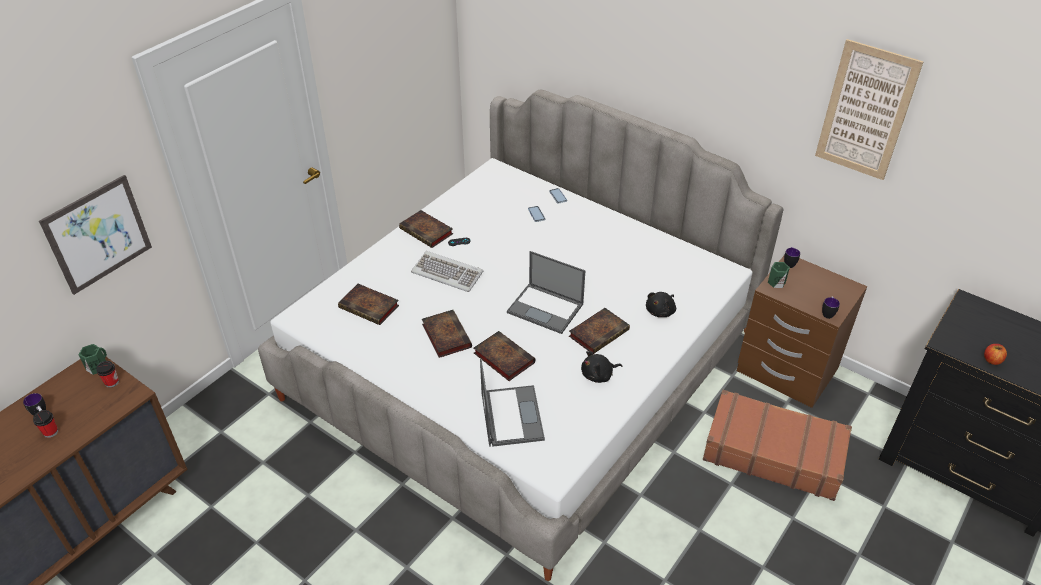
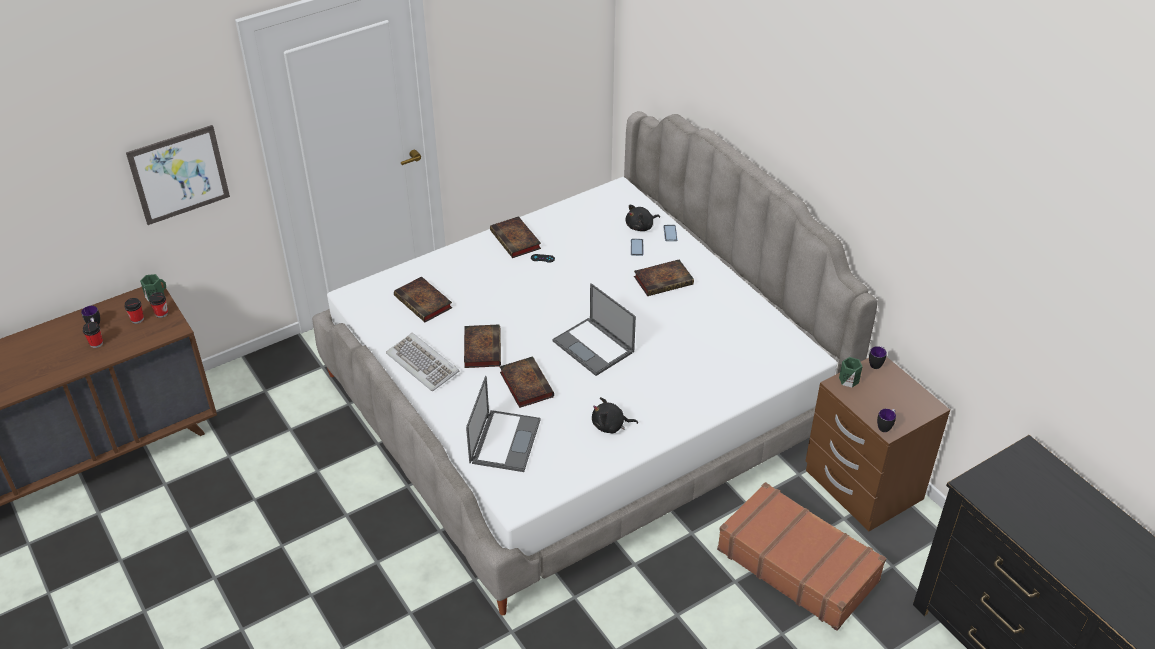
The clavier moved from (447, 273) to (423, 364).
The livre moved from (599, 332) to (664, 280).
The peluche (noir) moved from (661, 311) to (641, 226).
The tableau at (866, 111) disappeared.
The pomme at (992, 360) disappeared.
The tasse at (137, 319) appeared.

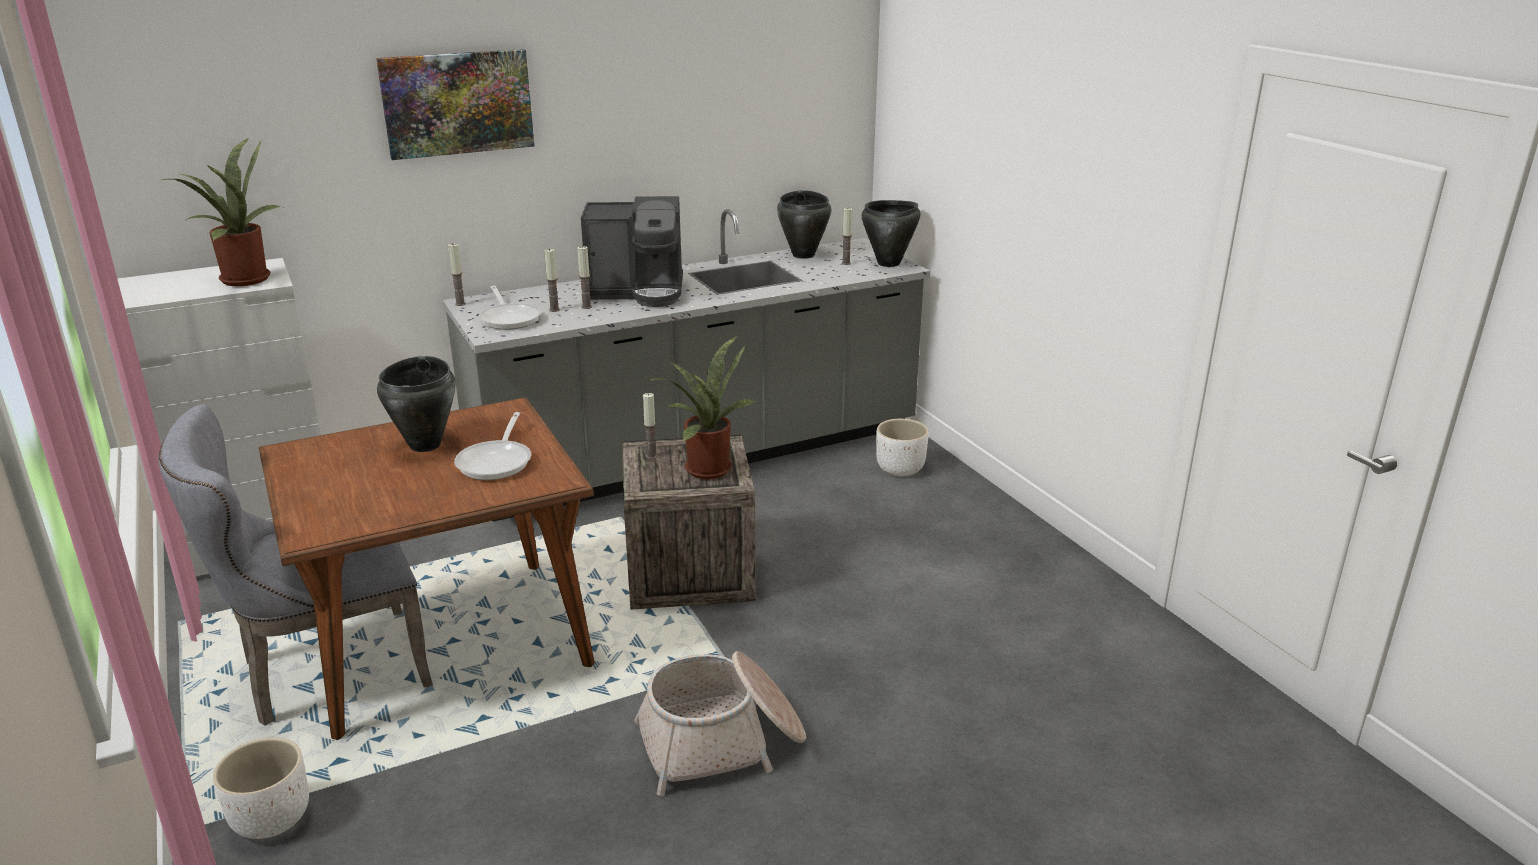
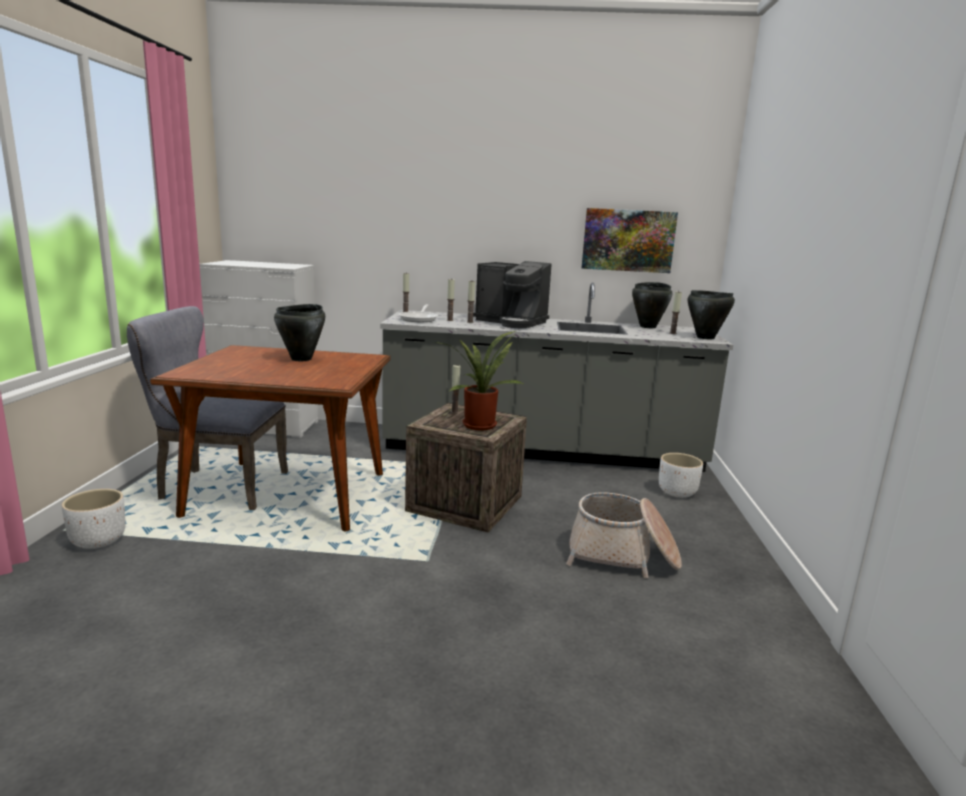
The plante en pot at (242, 279) disappeared.
The tableau moved from (457, 103) to (628, 240).
The poêle at (497, 461) disappeared.
The panier moved from (722, 742) to (622, 555).

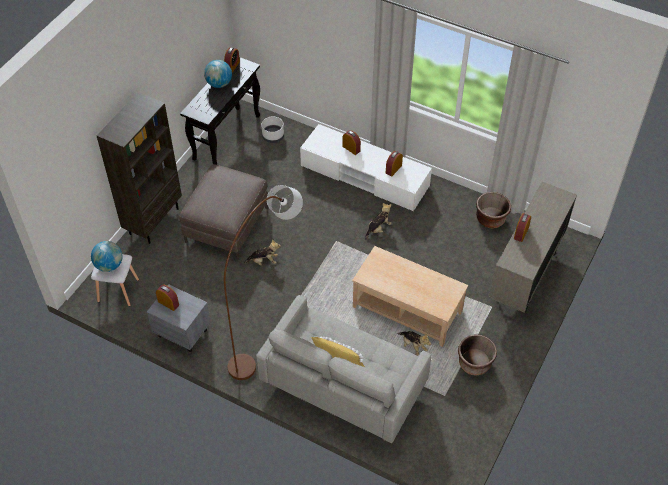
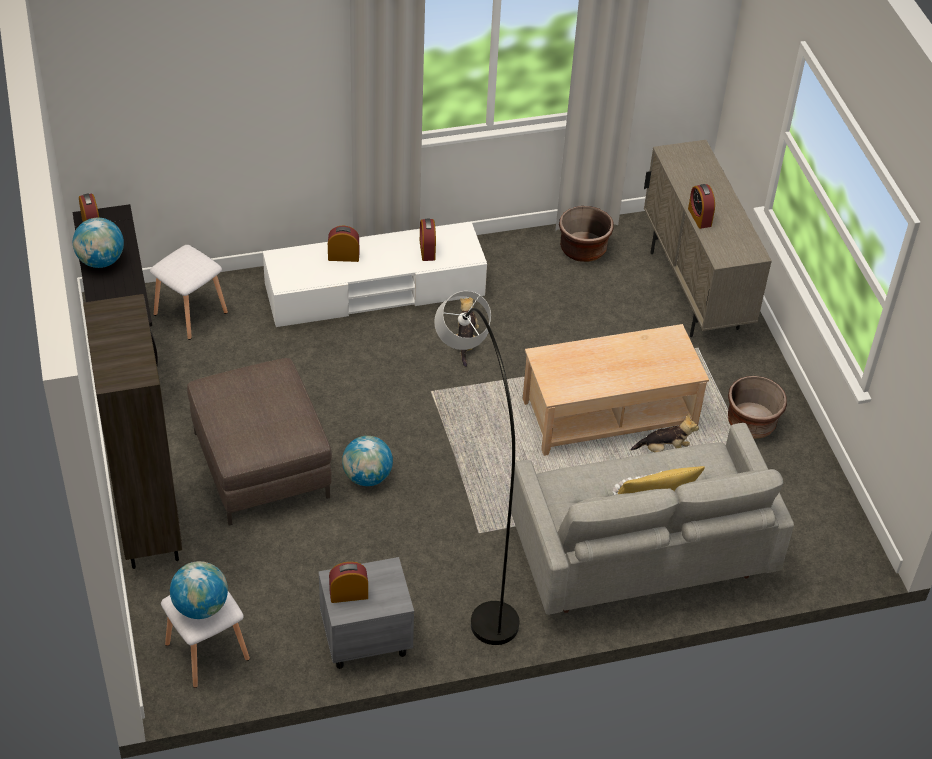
The lampadaire (marron) at (269, 328) became the lampadaire (gris) at (471, 553).
The peluche at (264, 261) was replaced by the globe at (367, 477).
The cache-pot (blanc) at (273, 136) was replaced by the tabouret (blanc) at (192, 313).

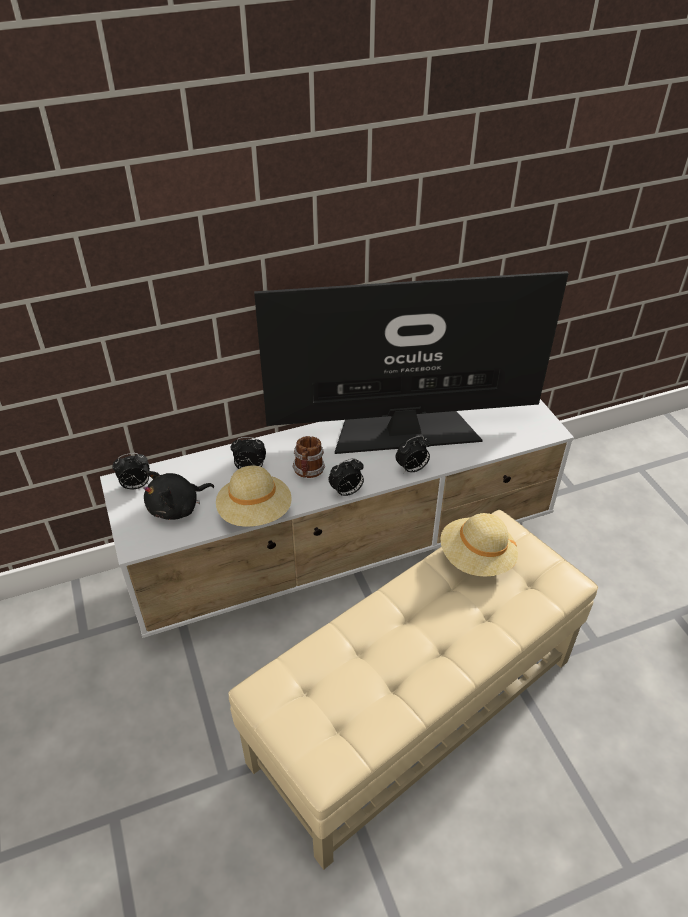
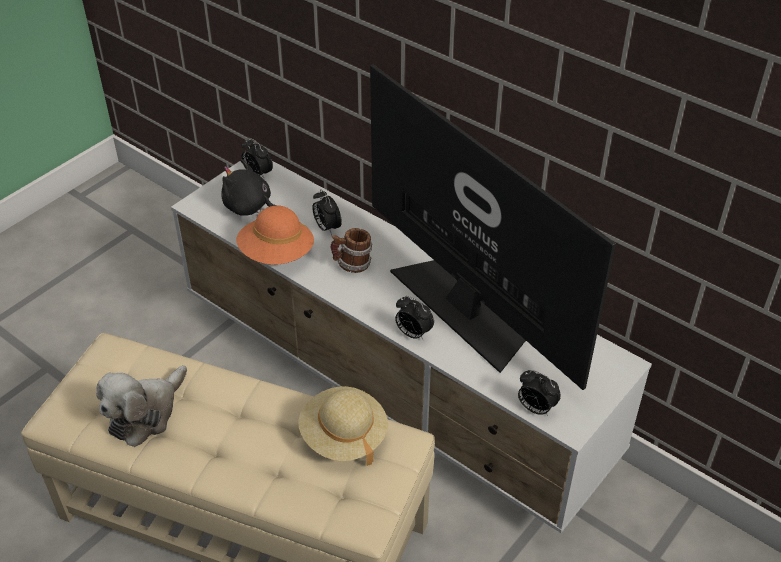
The chapeau (beige) at (255, 513) became the chapeau (orange) at (276, 254).
The réveil moved from (346, 492) to (535, 408).
The peluche at (145, 413) appeared.

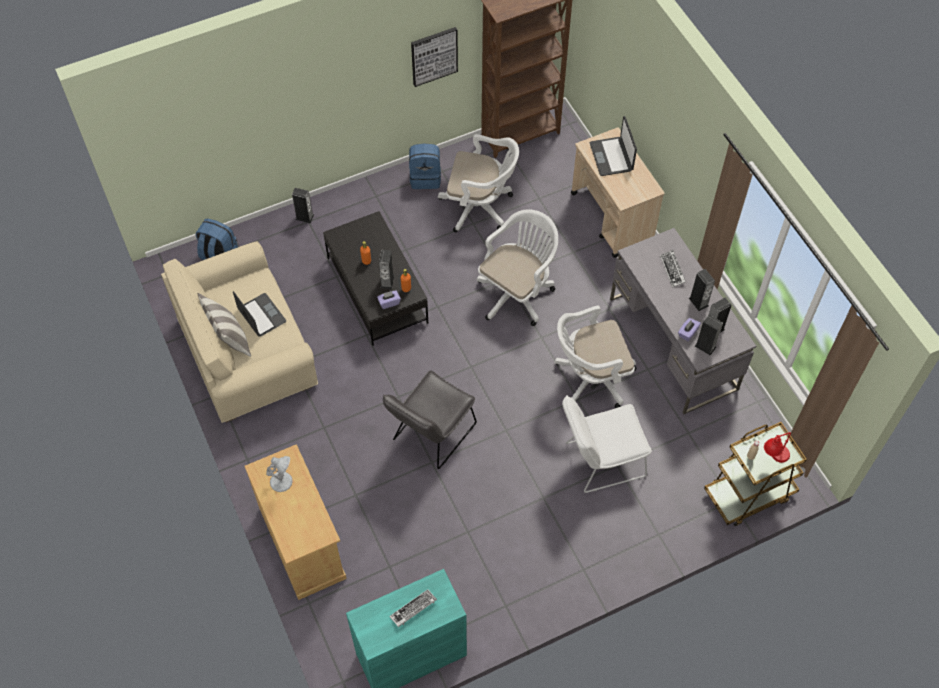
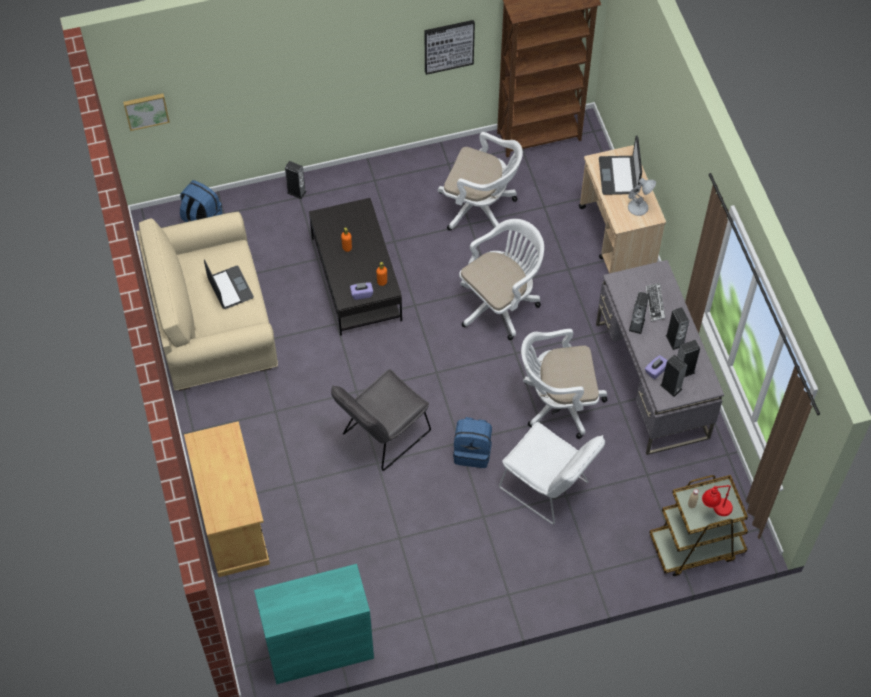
The coussin at (229, 339) disappeared.
The lampe de table (blanc) moved from (282, 481) to (639, 207).
The enceinte moved from (387, 281) to (637, 325).
The clavier at (413, 609) disappeared.
The sac à dos (bleu) moved from (425, 177) to (472, 451).
The chaise (blanc) at (599, 461) turned 135 degrees counterclockwise.
The tableau at (146, 110) appeared.

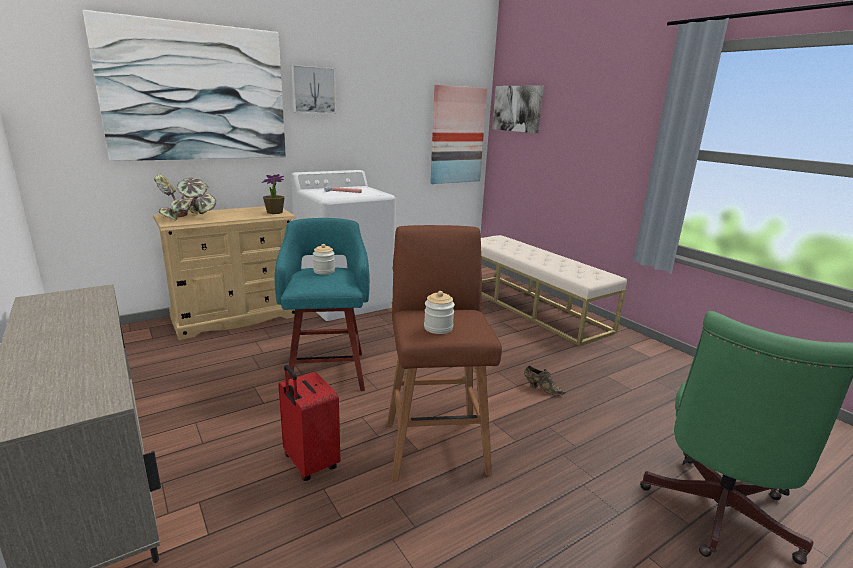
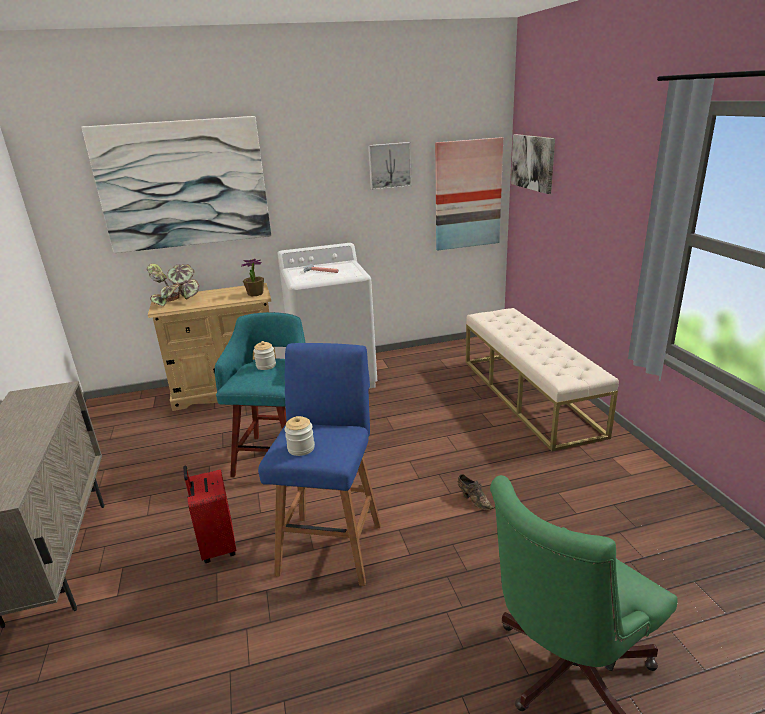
The tableau moved from (313, 90) to (389, 165).
The tabouret (marron) at (435, 444) became the tabouret (bleu) at (331, 546).

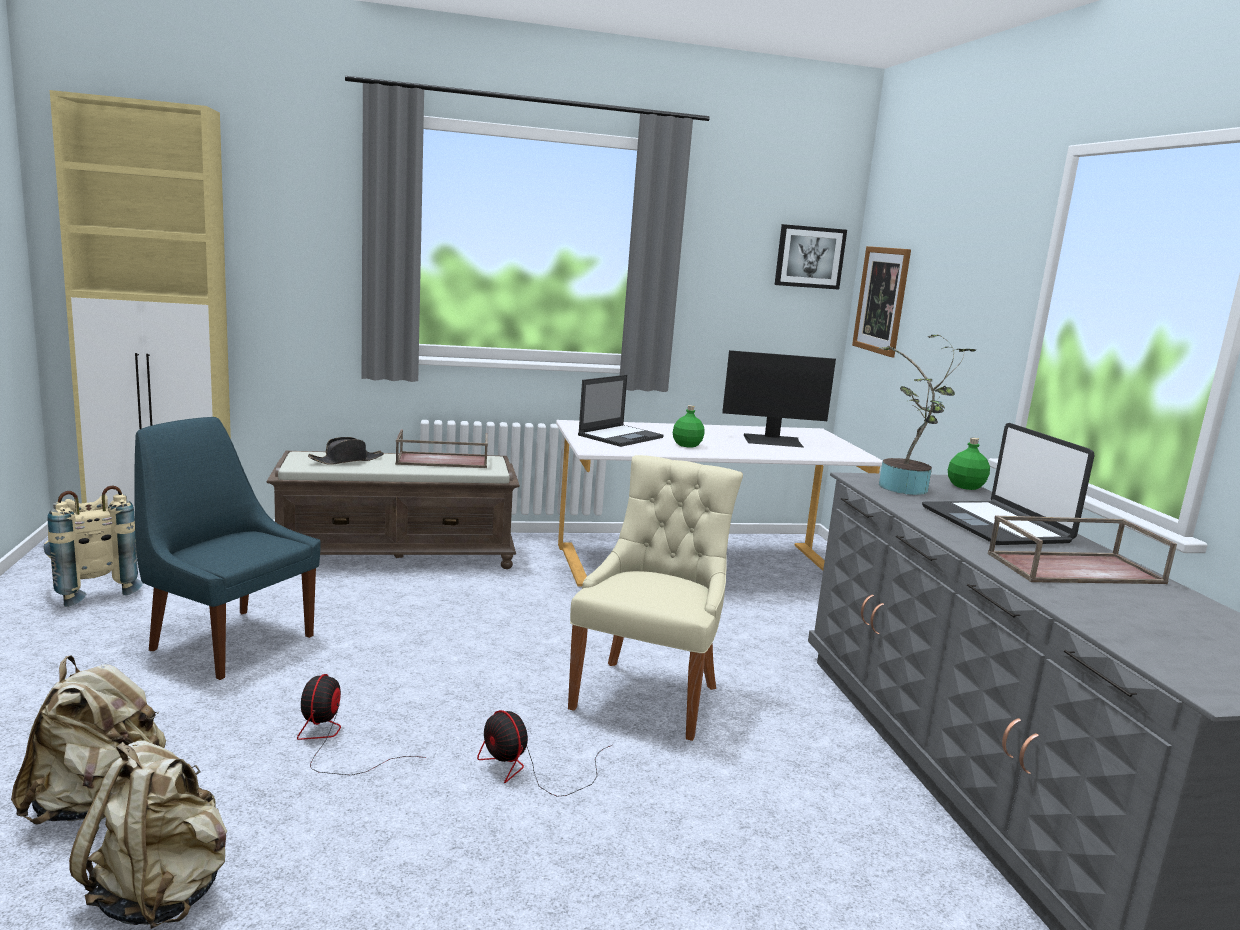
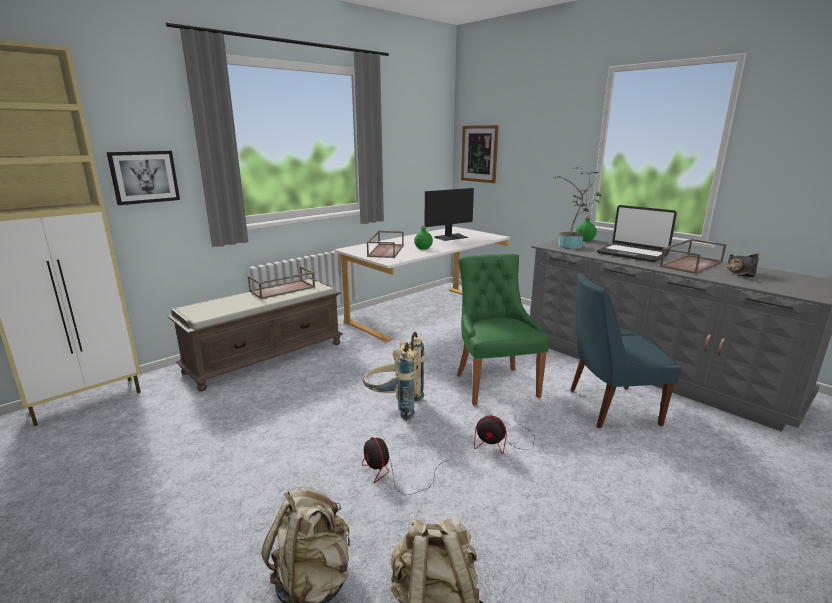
The sac à dos (beige) moved from (90, 590) to (394, 406).
The chaise (bleu) moved from (228, 641) to (609, 407).
The chapeau (noir) moved from (347, 460) to (740, 272).
The chaise (beige) at (648, 695) became the chaise (vert) at (495, 384).
The ordinateur portable at (621, 436) was replaced by the plateau (marron) at (385, 250).
The tableau moved from (809, 257) to (144, 177).

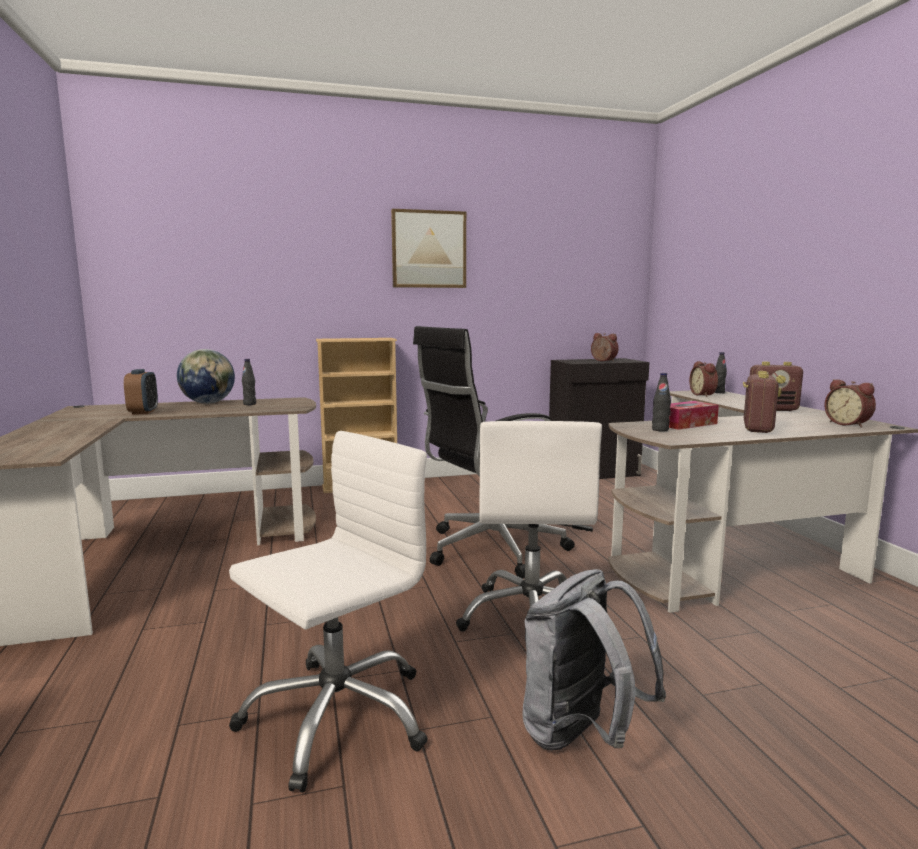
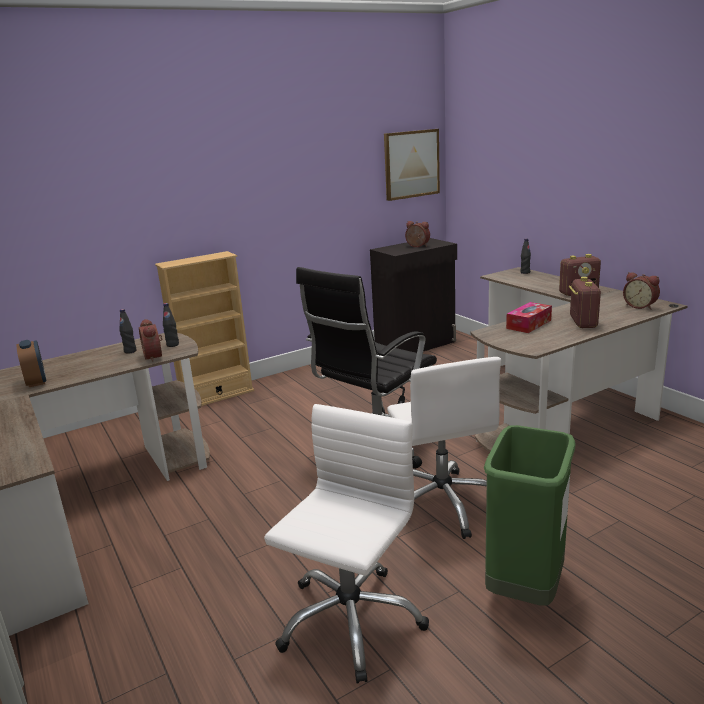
The globe at (208, 403) disappeared.
The tableau moved from (429, 249) to (411, 164).
The sac à dos (gris) at (581, 735) was replaced by the poubelle (vert) at (525, 589).
The bouteille (noir) moved from (660, 430) to (172, 345).
The réveil moved from (704, 395) to (155, 356).

